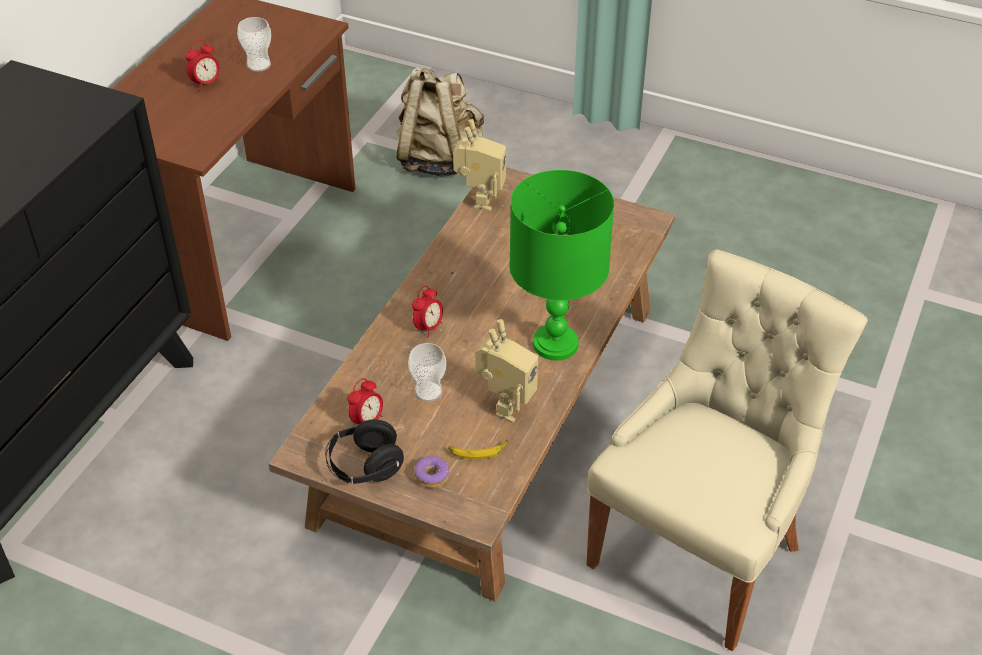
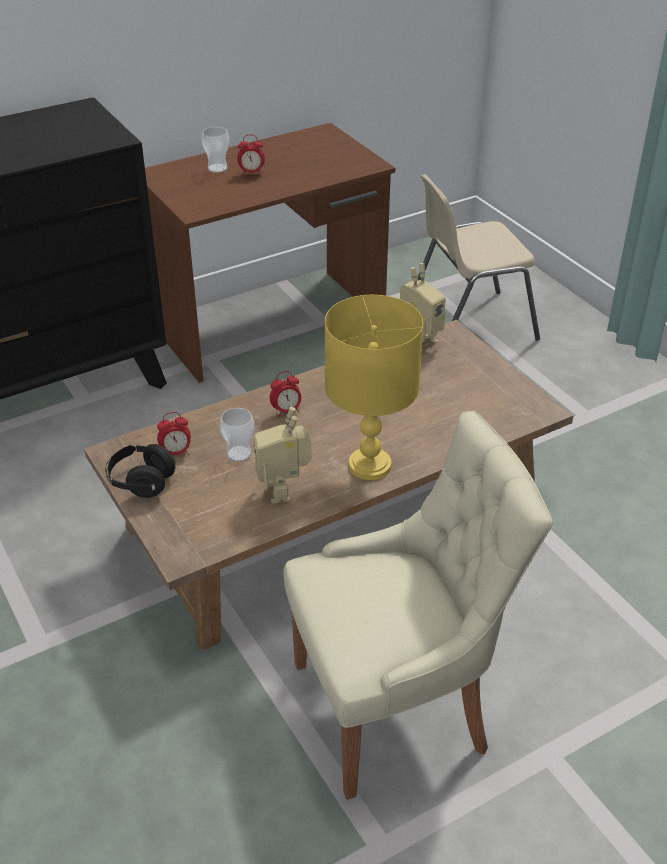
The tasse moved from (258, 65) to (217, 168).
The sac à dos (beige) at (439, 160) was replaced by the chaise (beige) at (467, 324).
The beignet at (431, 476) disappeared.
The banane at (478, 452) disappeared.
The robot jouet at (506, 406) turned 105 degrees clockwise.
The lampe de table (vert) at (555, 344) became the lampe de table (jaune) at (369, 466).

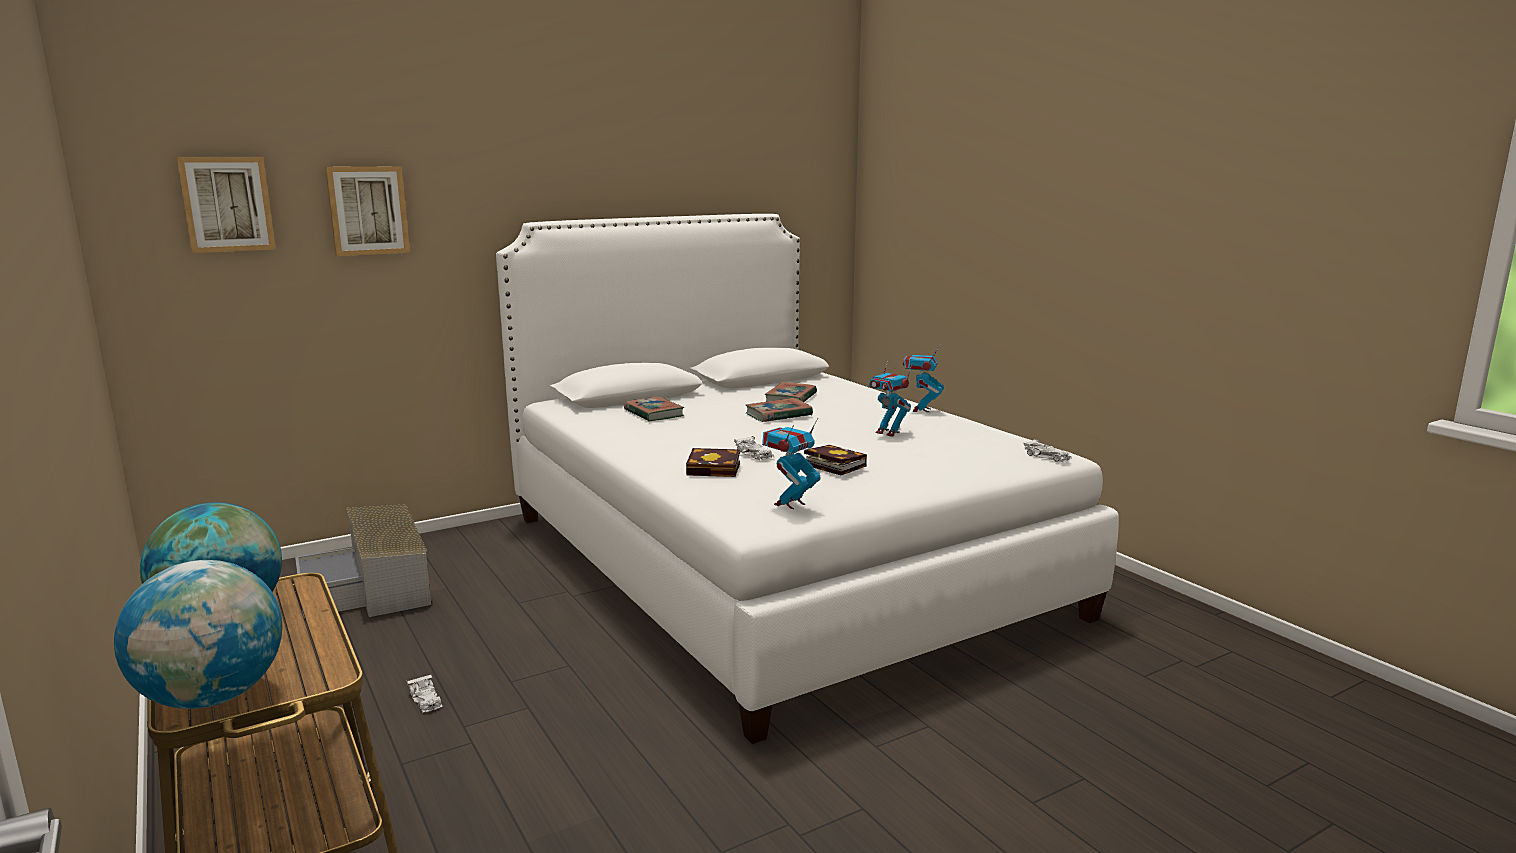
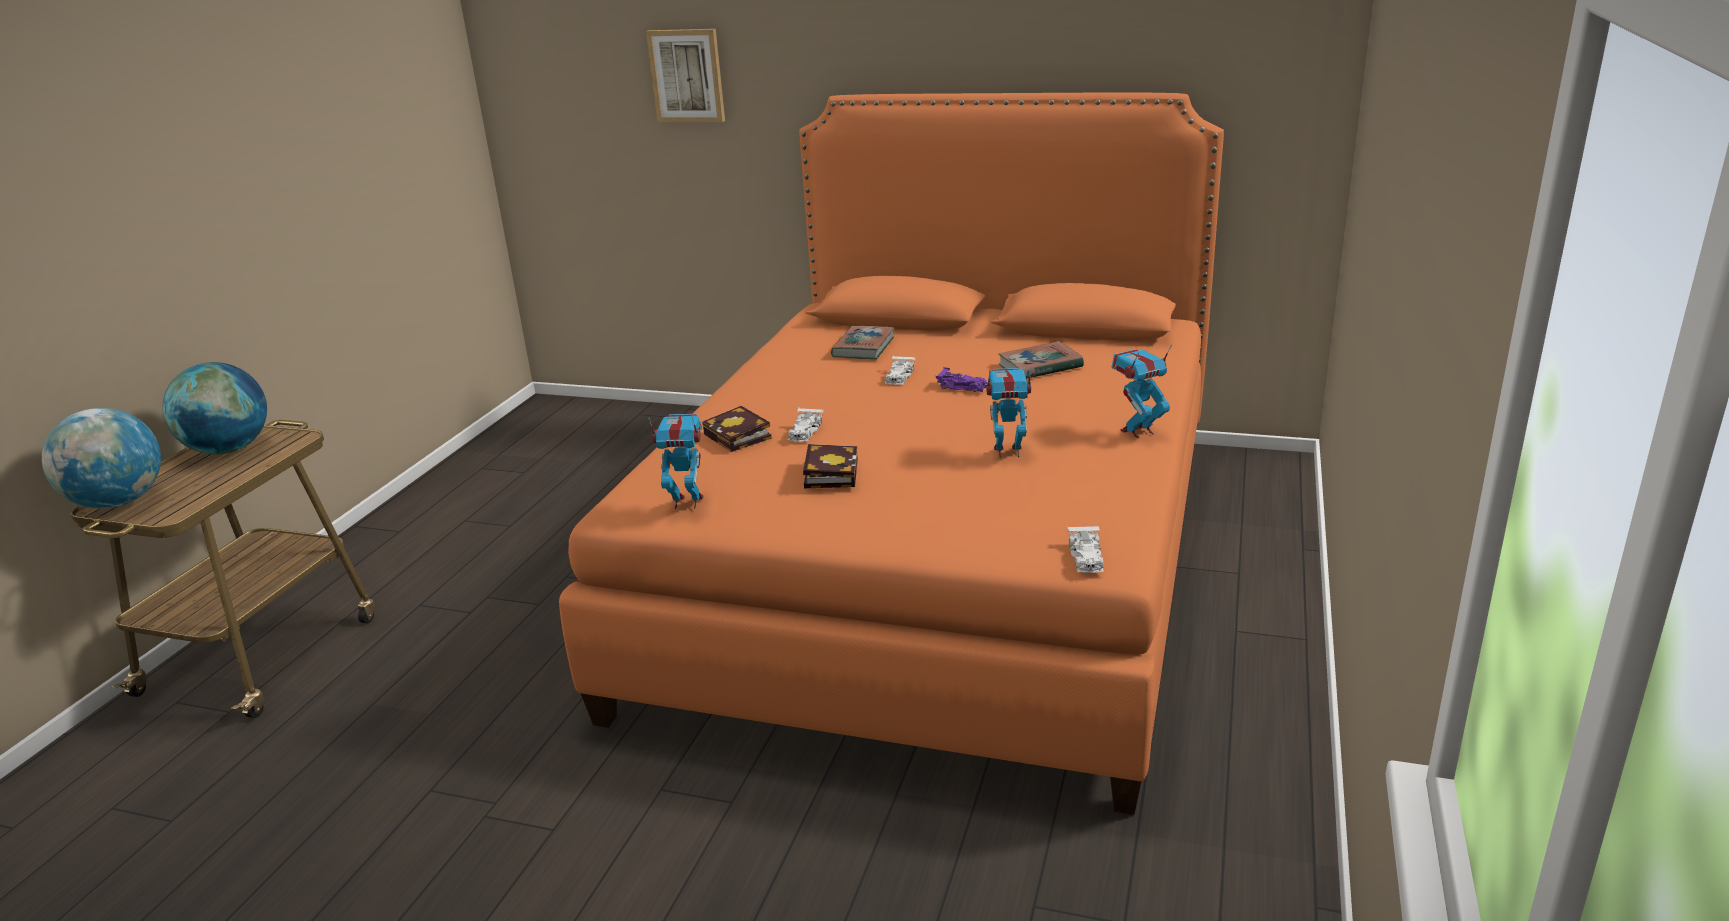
The tableau at (227, 204) disappeared.
The boîte de rangement (gris) at (372, 587) disappeared.
The petite voiture (blanc) moved from (426, 700) to (899, 377).
The lit (blanc) at (773, 563) became the lit (orange) at (940, 563).
The livre at (778, 415) was replaced by the petite voiture (violet) at (963, 387).
The robot jouet at (888, 433) turned 90 degrees clockwise.

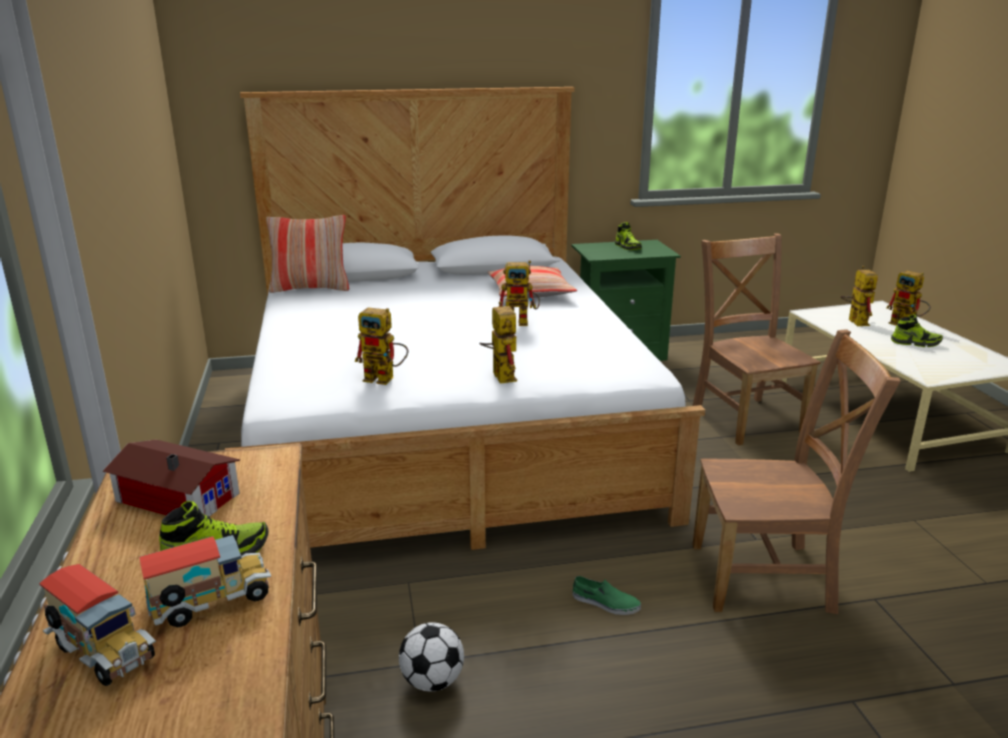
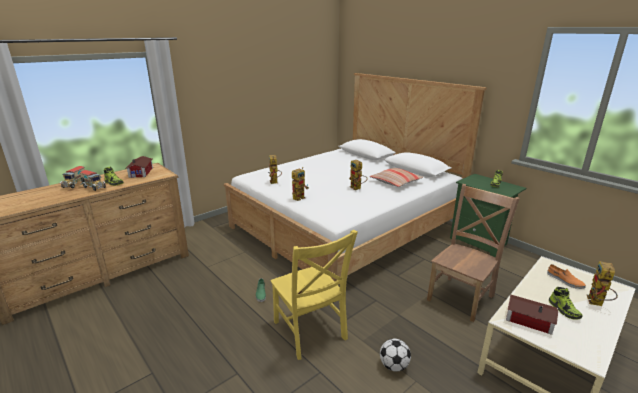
The coussin at (310, 288) disappeared.
The ballon de foot moved from (432, 681) to (394, 366).
The chaise (marron) at (768, 577) became the chaise (jaune) at (310, 332).
The robot jouet at (854, 321) was replaced by the chaussure (orange) at (564, 281).
The maison miniature at (527, 319) appeared.

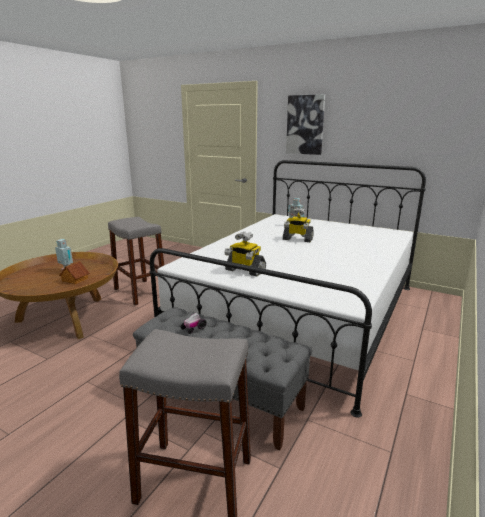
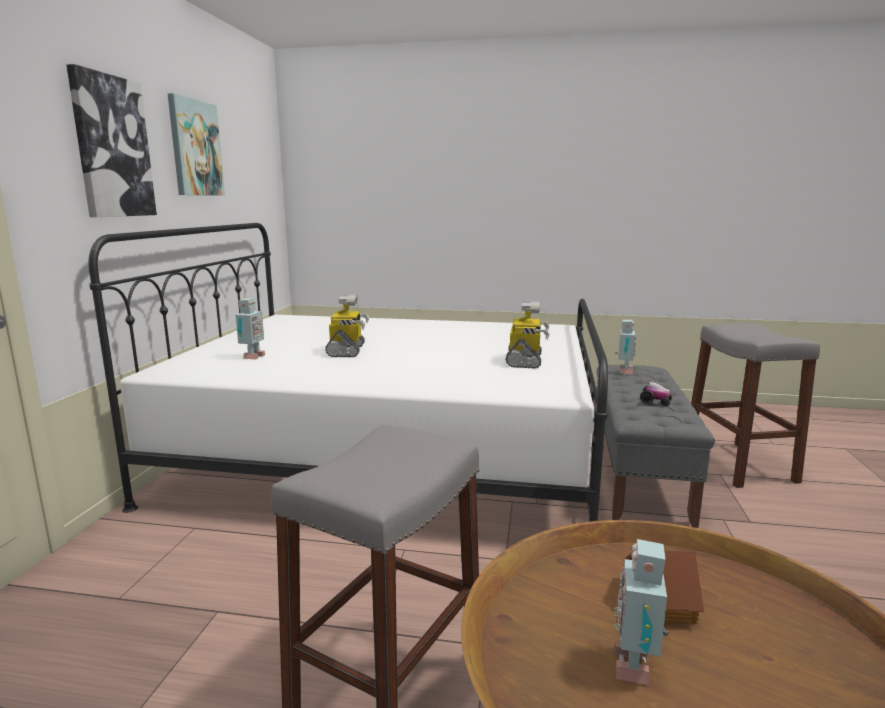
The tableau at (195, 148) appeared.
The robot jouet at (624, 371) appeared.

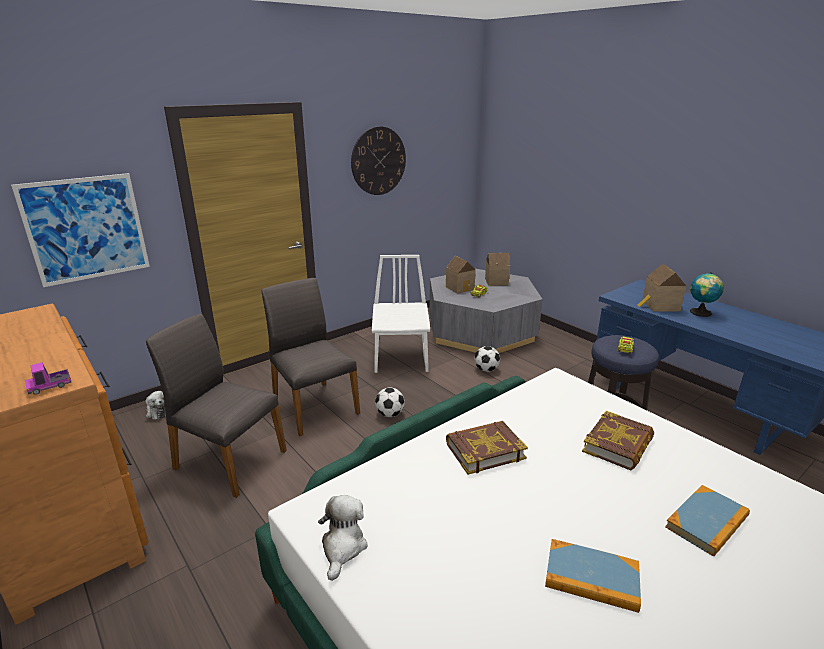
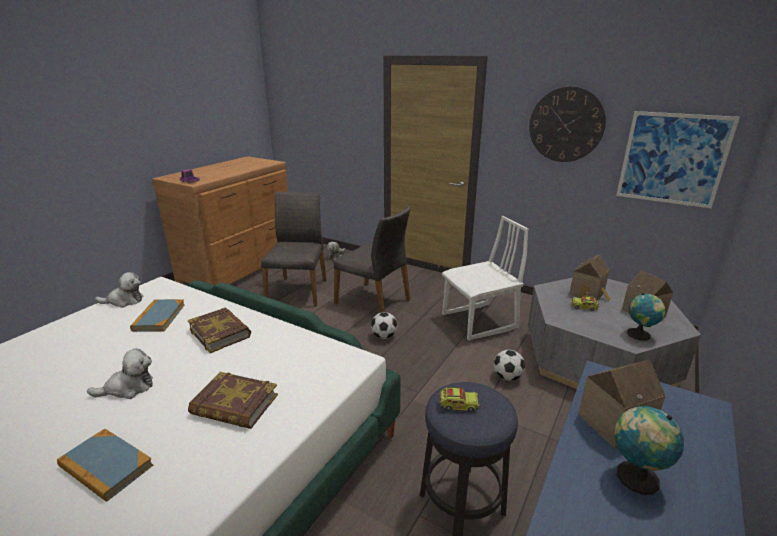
The tableau moved from (86, 229) to (672, 159).
The chaise (gris) at (313, 406) turned 90 degrees clockwise.
The livre moved from (591, 578) to (159, 317).
The peluche at (128, 388) appeared.
The globe at (640, 335) appeared.

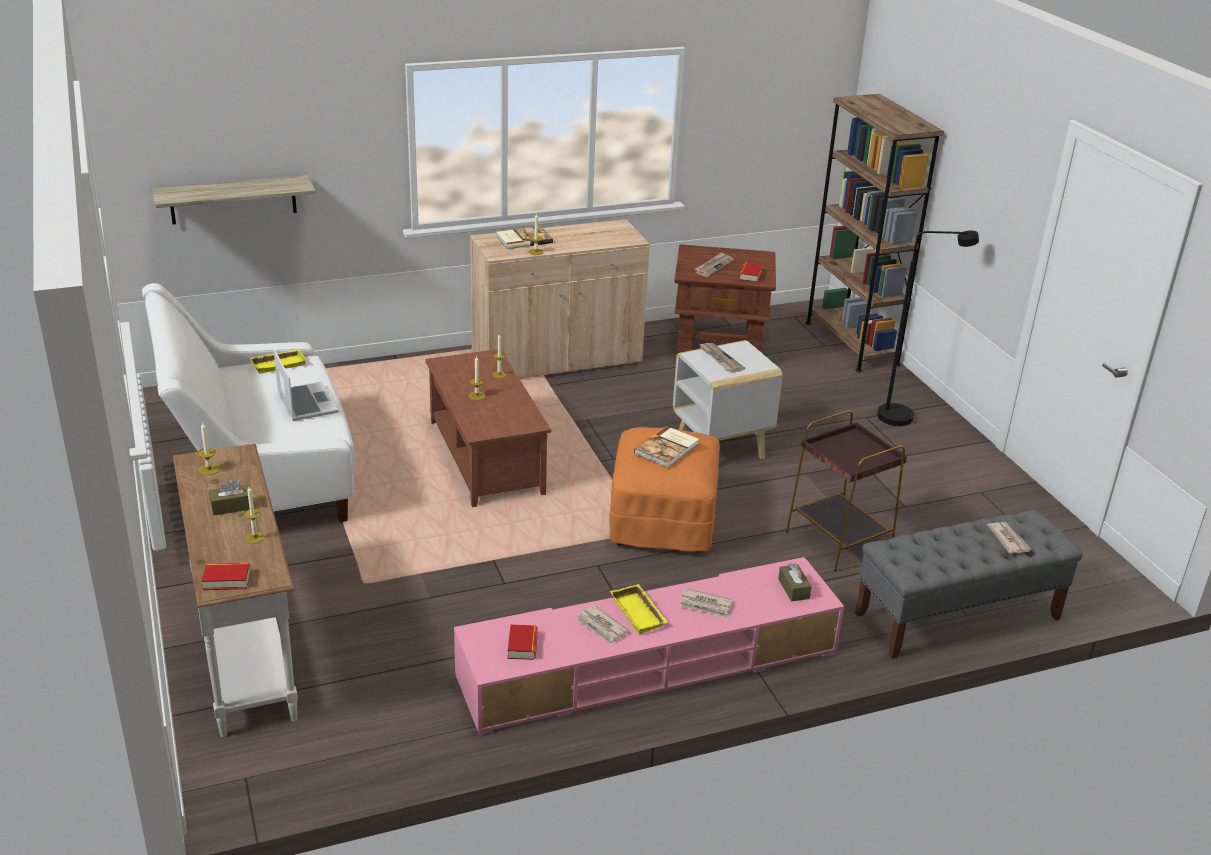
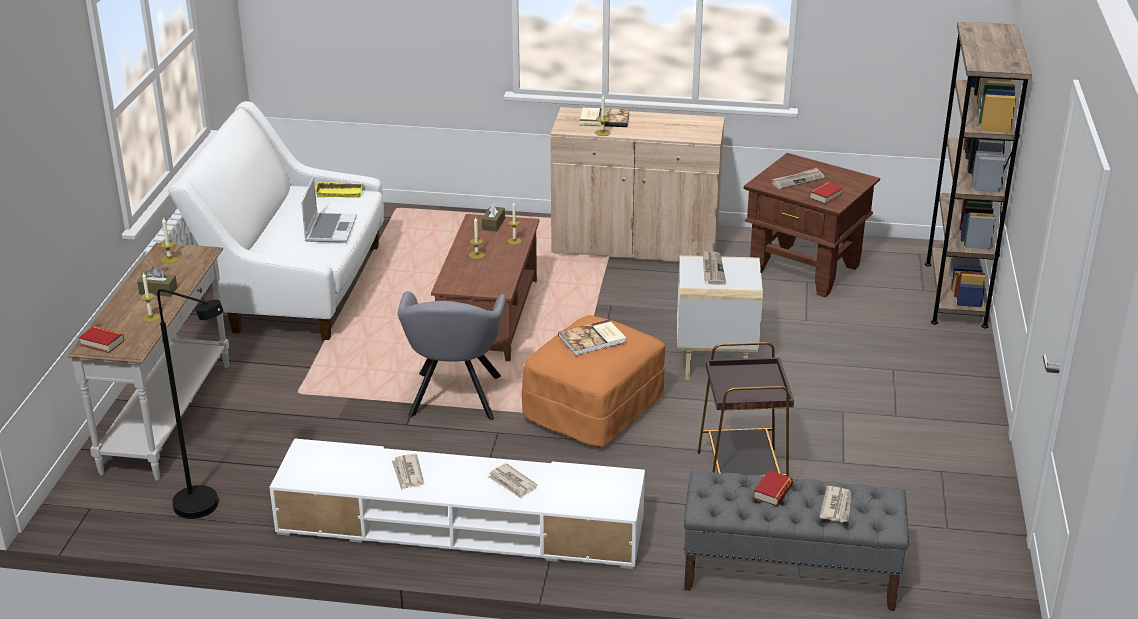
The étagère at (233, 200) disappeared.
The meuble télé (rose) at (648, 665) became the meuble télé (blanc) at (460, 525).
The livre moved from (522, 646) to (773, 492).
The plateau (jaune) at (640, 613) disappeared.
The boîte à mouchoirs (marron) moved from (793, 589) to (493, 224).
The lampadaire (noir) moved from (905, 416) to (207, 507).
The fauteuil (gris) at (454, 399) appeared.

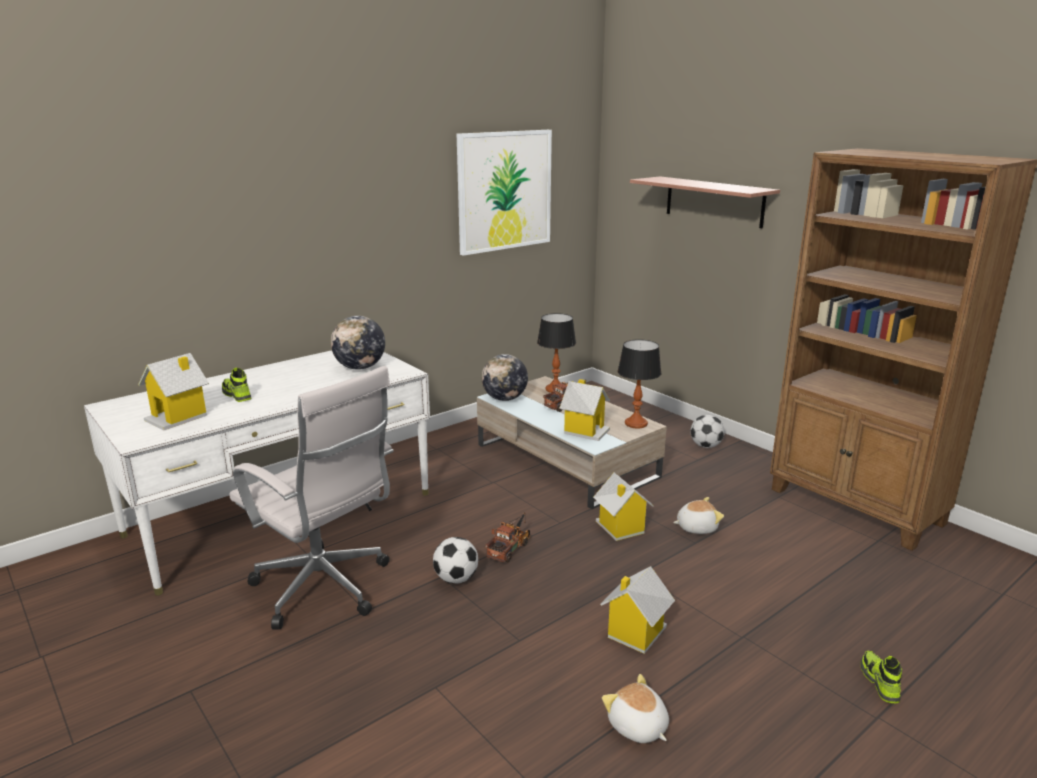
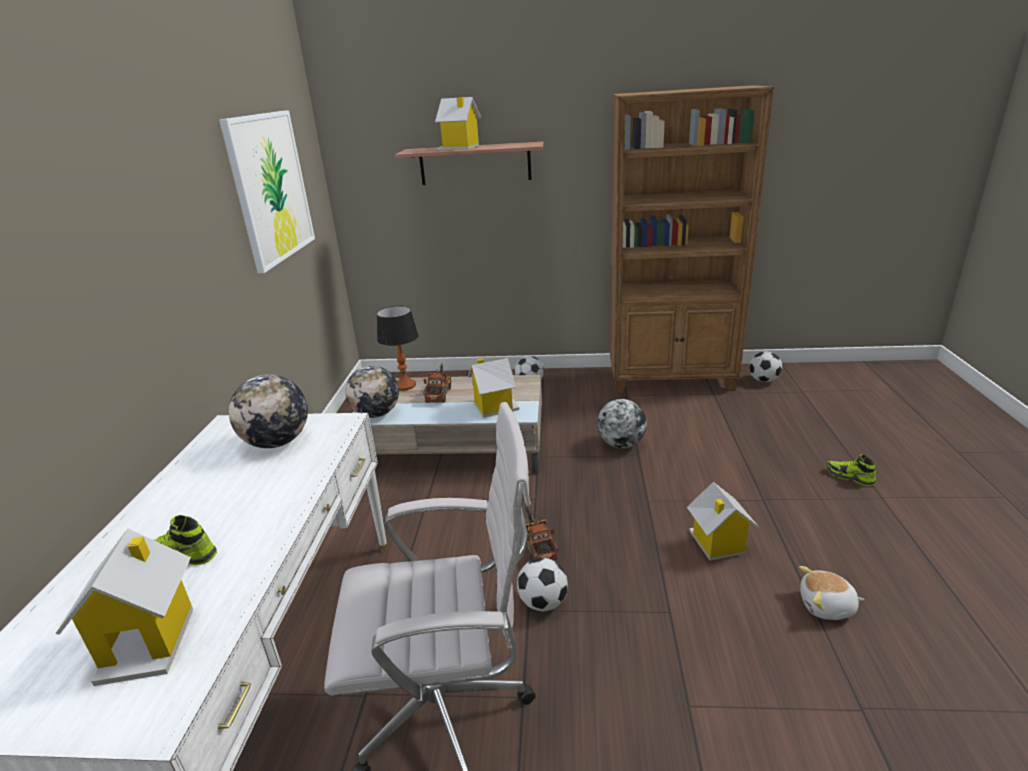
The maison miniature moved from (620, 528) to (460, 148).
The lampe de table at (636, 424) disappeared.
The peluche at (696, 527) was replaced by the globe at (621, 444).
The ballon de foot at (763, 380) appeared.

